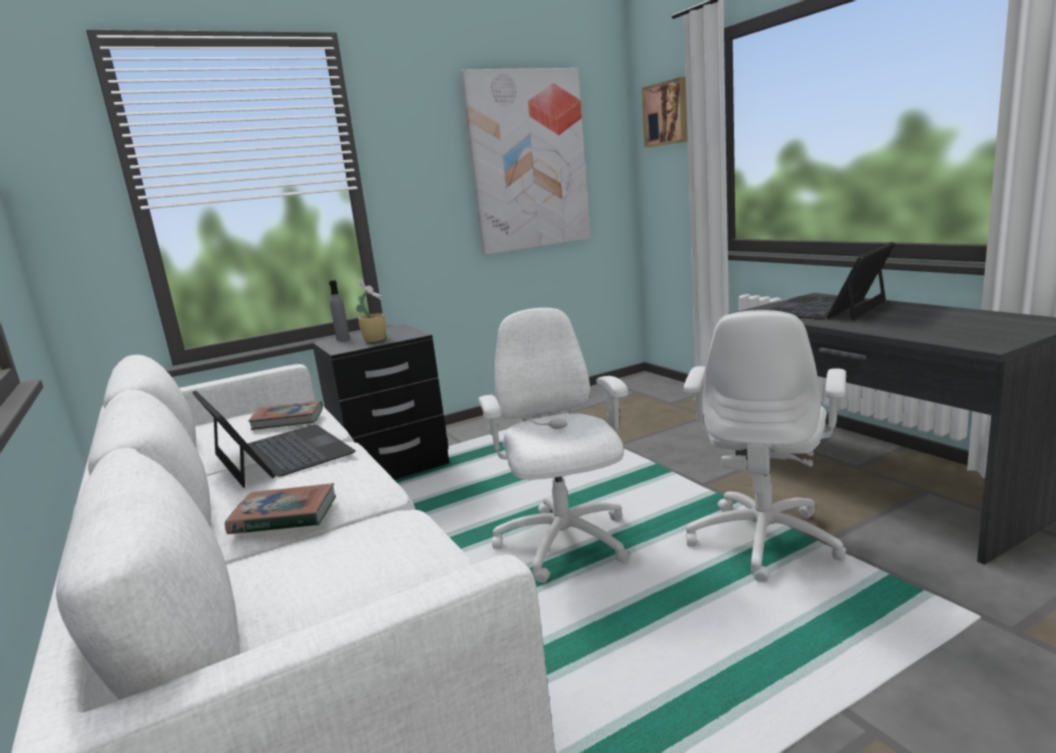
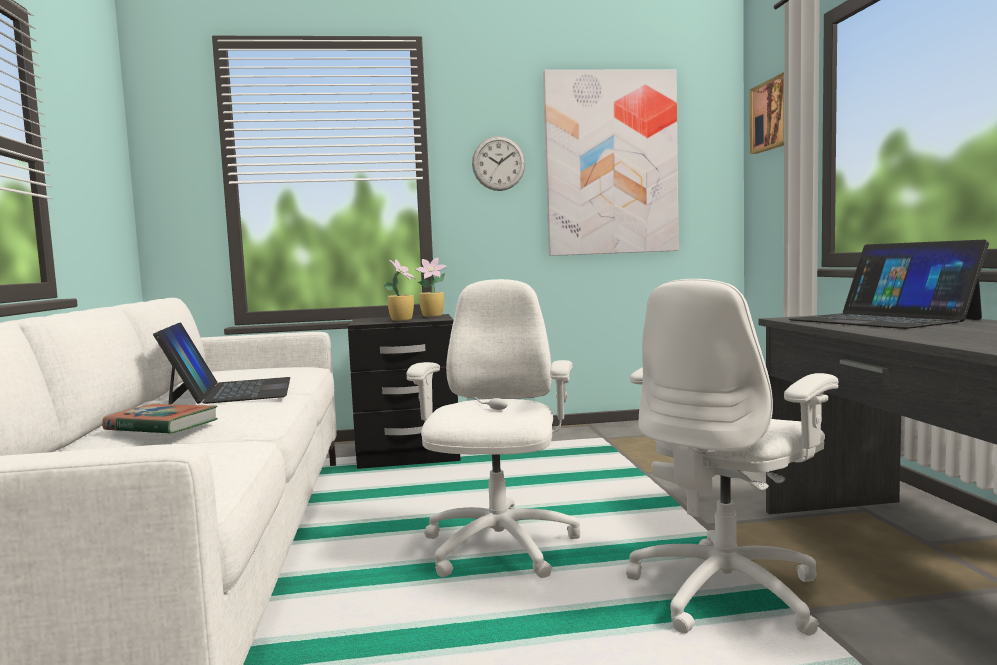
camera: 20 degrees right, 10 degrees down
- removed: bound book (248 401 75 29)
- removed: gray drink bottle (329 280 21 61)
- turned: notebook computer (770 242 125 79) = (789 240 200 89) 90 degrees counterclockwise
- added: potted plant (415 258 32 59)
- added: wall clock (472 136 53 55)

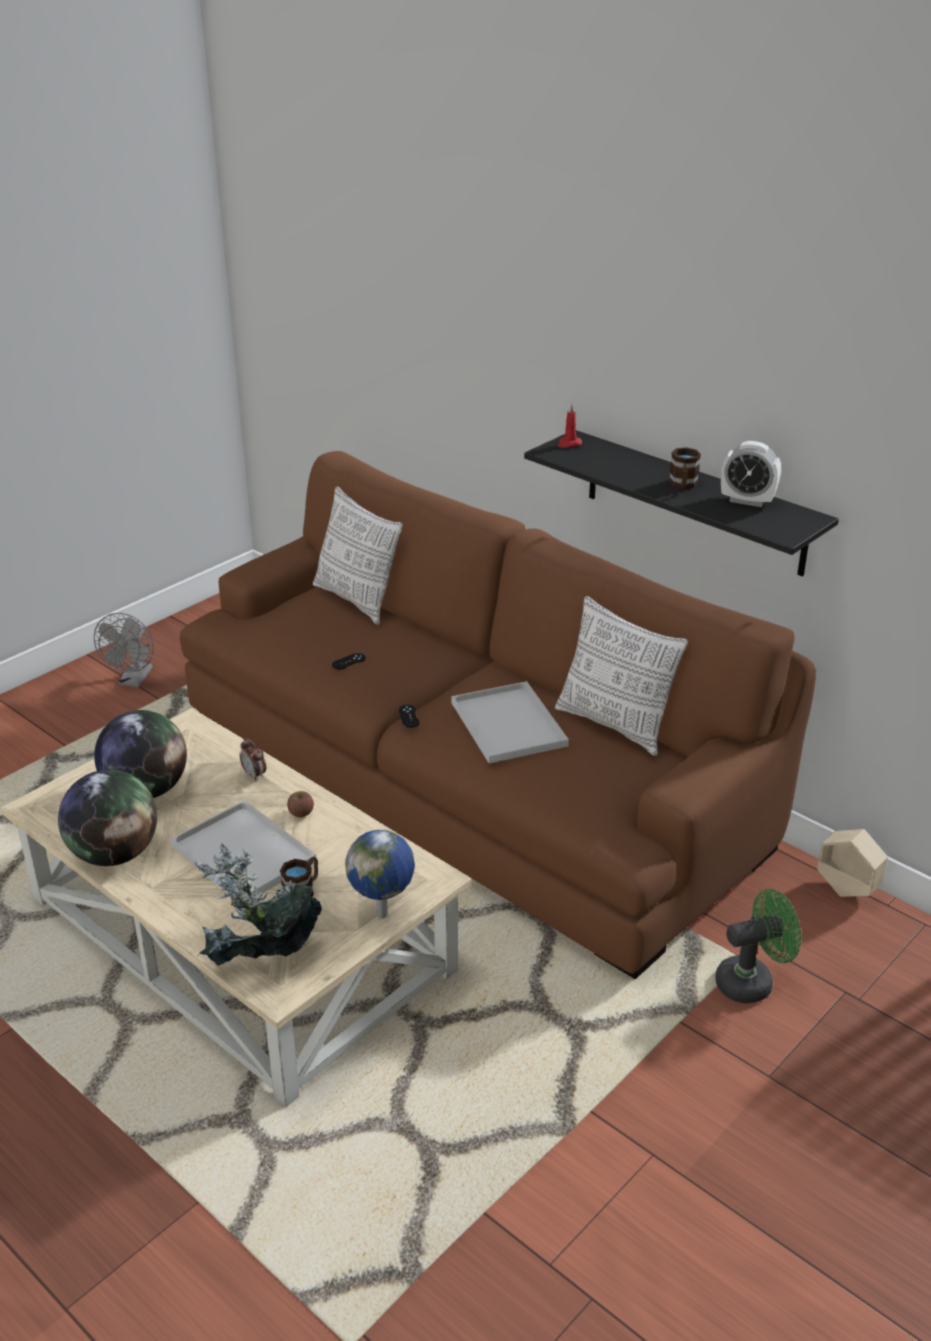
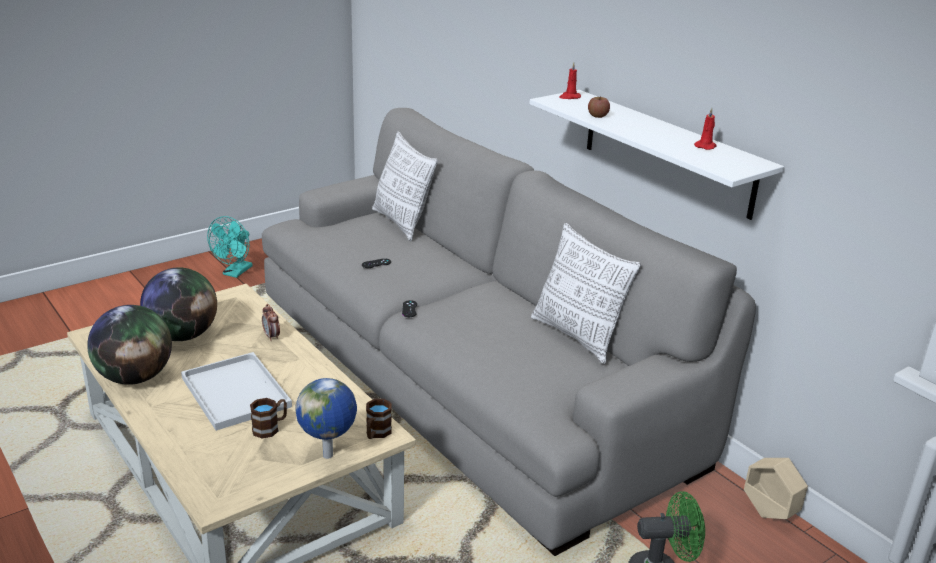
camera: 10 degrees right, 5 degrees down
- recoloured: gray electric fan (94 613 60 74) to blue-green electric fan (207 216 46 62)
- recoloured: brown settee (180 451 636 528) to gray settee (262 108 494 448)
- removed: potted plant (195 844 127 122)
- moved: whole apple (287 791 27 26) to (588 96 22 22)
- removed: whitish carrying tray (451 681 118 82)
- recoloured: black-coloured bracket shelf (524 430 315 147) to whitish bracket shelf (530 90 254 130)
- moved: brown mug (669 447 32 42) to (366 399 26 40)
- replaced: bedside clock (721 441 60 66) to red-coloured candle (694 108 22 42)

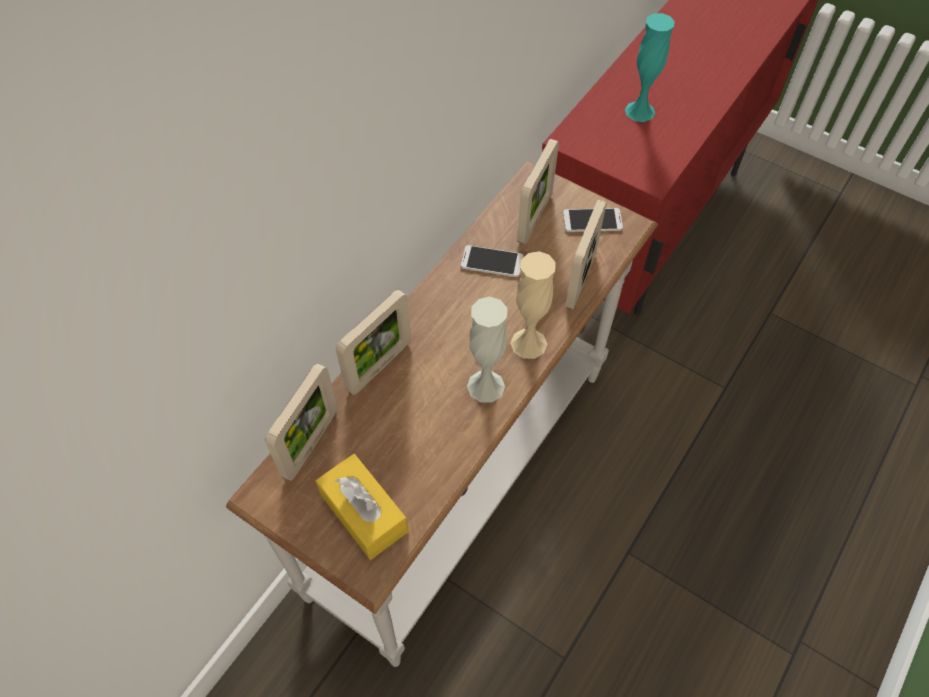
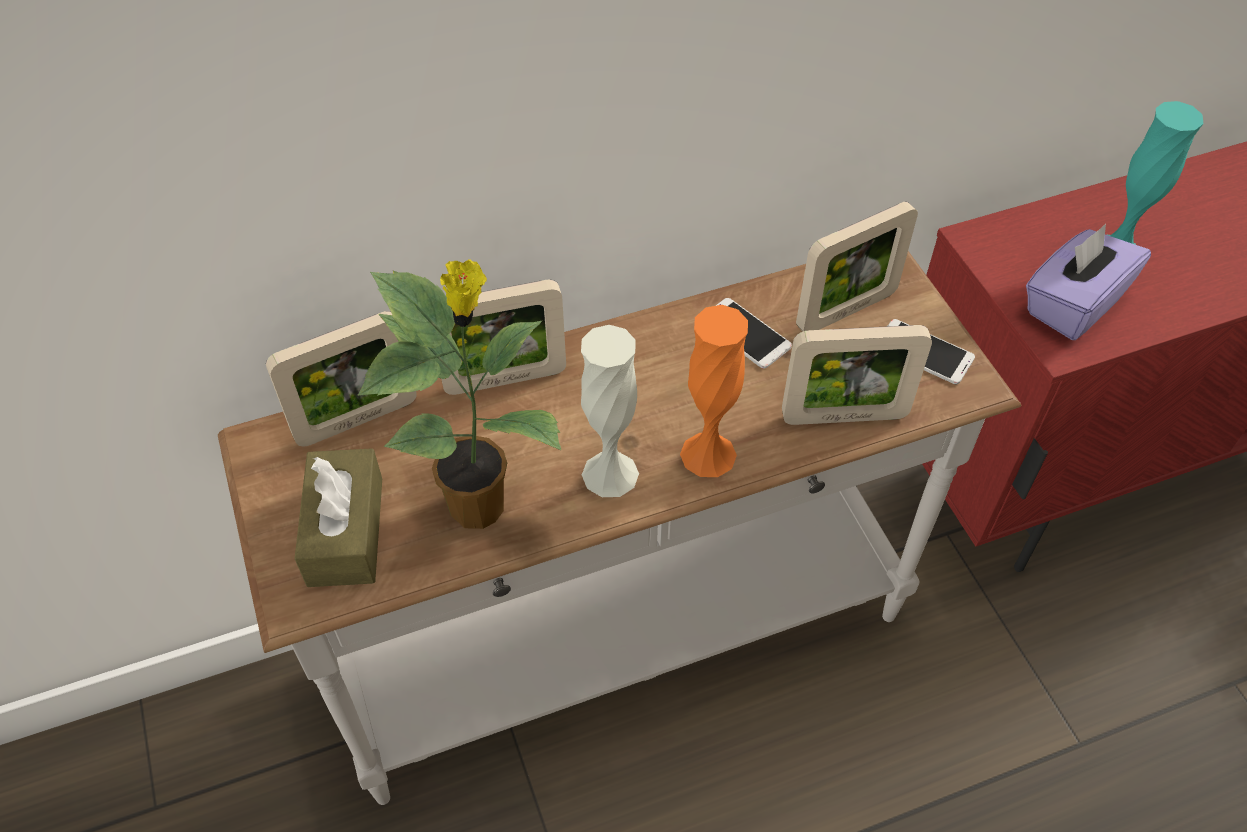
camera: 35 degrees right, 5 degrees down
- recoloured: yellow box of tissues (316 454 92 106) to brown box of tissues (294 448 88 139)
- recoloured: beige-coloured decorative vase (510 251 46 108) to orangey decorative vase (680 305 68 172)
- turned: photo frame (565 200 42 110) = (782 325 150 100) 150 degrees counterclockwise
- added: potted plant (357 259 204 270)
- added: purple-coloured box of tissues (1026 224 125 116)

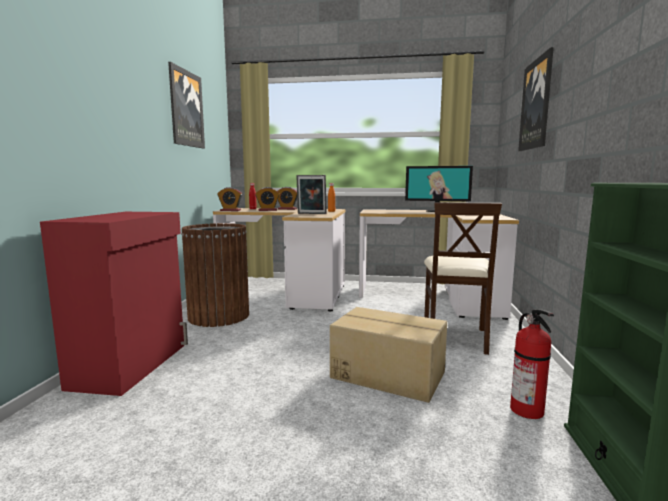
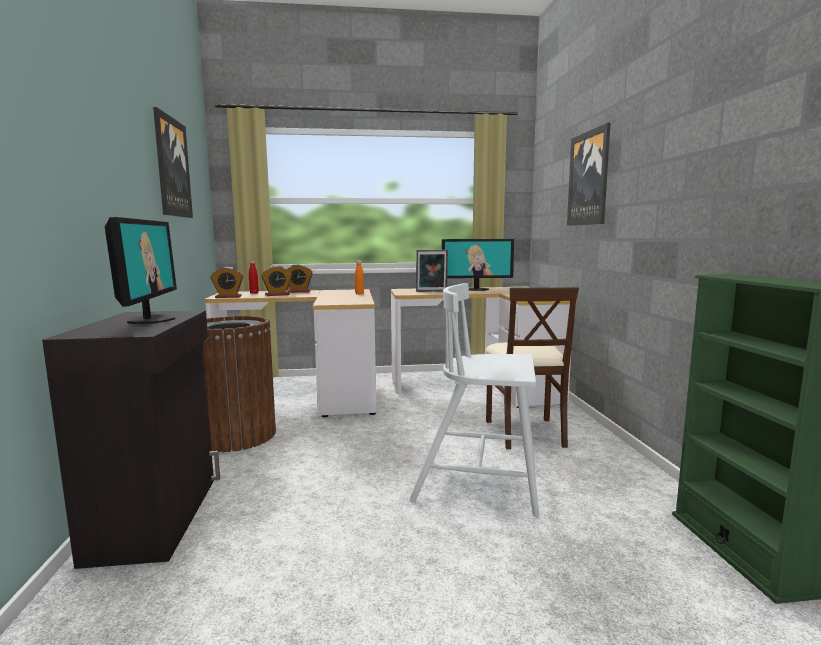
camera: 15 degrees left, 0 degrees up
- recoloured: red-coloured storage cabinet (40 212 148 184) to black-coloured storage cabinet (42 310 178 259)
- moved: photo frame (296 175 30 39) to (416 250 32 42)
- replaced: carton (330 307 117 96) to whitish chair (409 283 130 234)
- removed: extinguisher (510 309 44 110)
- added: computer display (105 217 72 107)

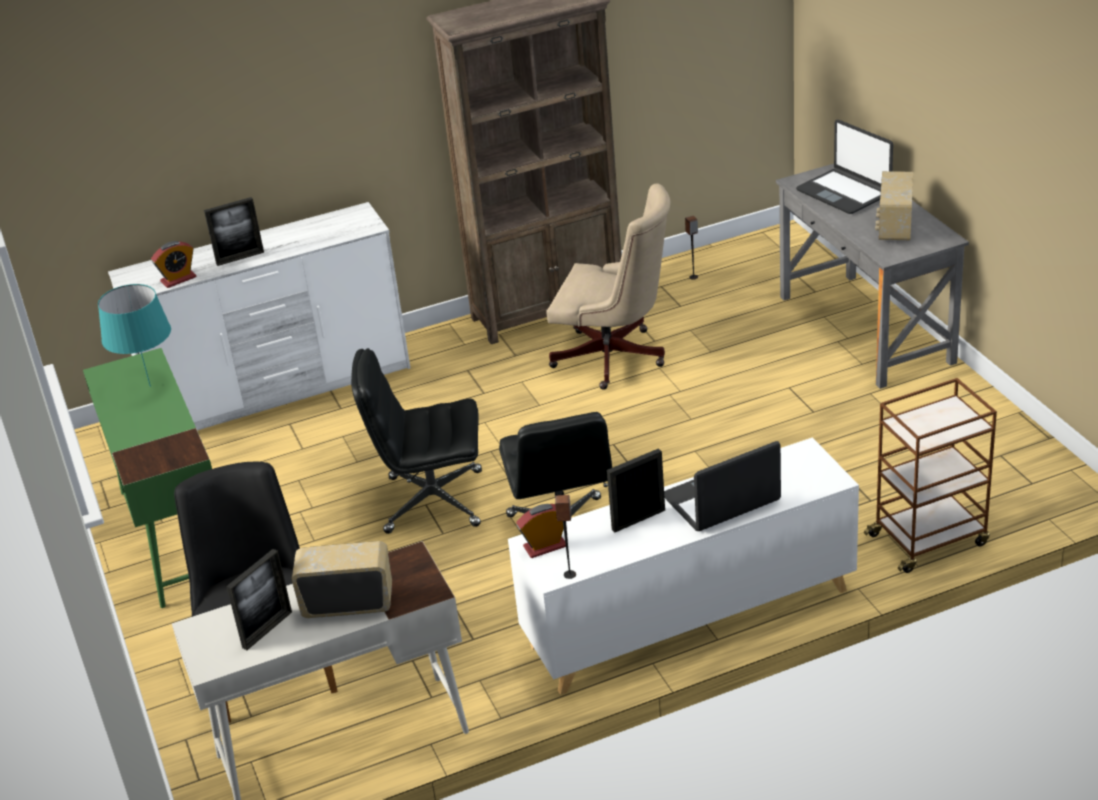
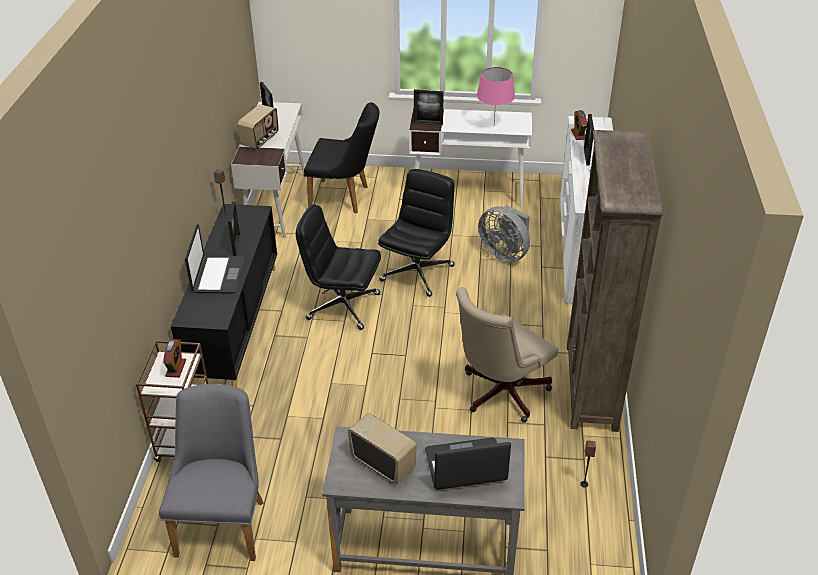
camera: 115 degrees right, 5 degrees up
- recoloured: green desk (83 348 129 260) to whitish desk (409 108 123 99)
- recoloured: blue-green lamp for a table (98 284 73 103) to pinkish lamp for a table (477 67 38 56)
- recoloured: whitish storage cabinet (508 438 351 257) to black-coloured storage cabinet (171 204 106 183)
- moved: bedside clock (516 504 50 54) to (163 339 23 39)
- added: gray chair (159 384 105 177)
- added: photo frame (414 89 30 36)
- added: gray electric fan (478 205 52 57)

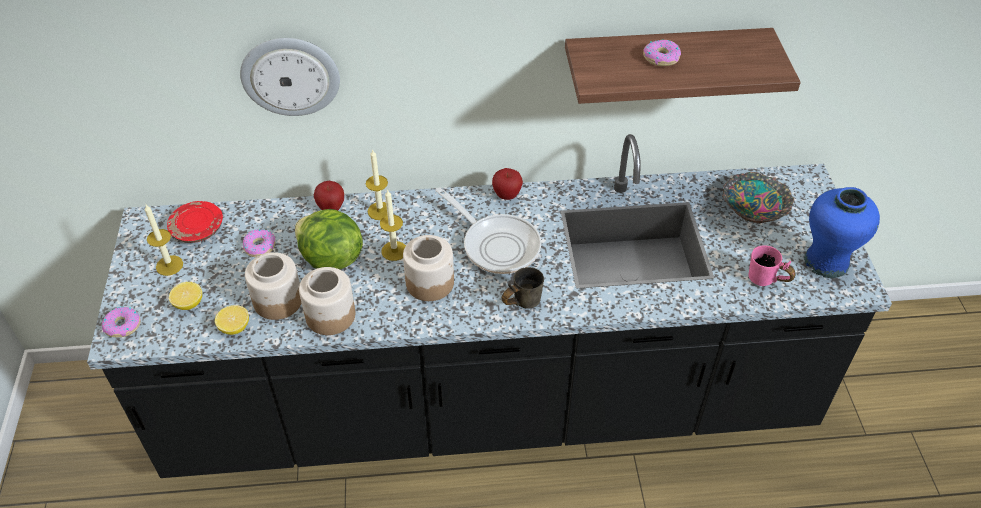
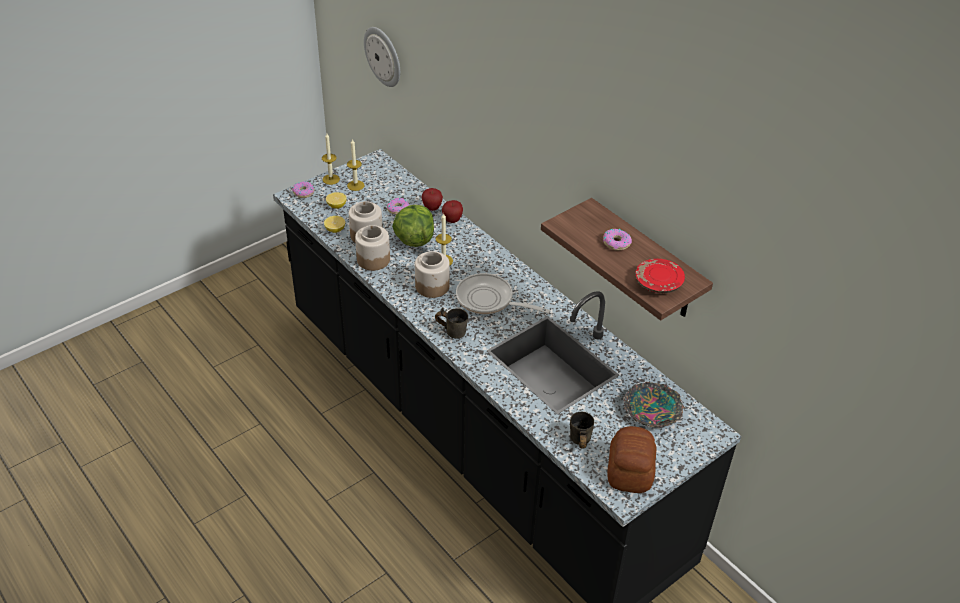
camera: 55 degrees right, 5 degrees down
- moved: red-coloured flat dish (167 201 56 42) to (635 259 50 34)
- moved: wall clock (240 38 100 78) to (364 27 36 60)
- moved: candle (366 149 22 71) to (322 133 18 52)
- turned: skillet (436 187 105 87) = (456 273 94 41) 105 degrees clockwise
- moved: whole apple (492 168 31 32) to (422 188 21 23)
- recoloured: pinkish mug (749 245 47 41) to gray mug (570 412 24 37)
- replaced: blue decorative vase (804 187 76 91) to baked bread (607 426 49 67)

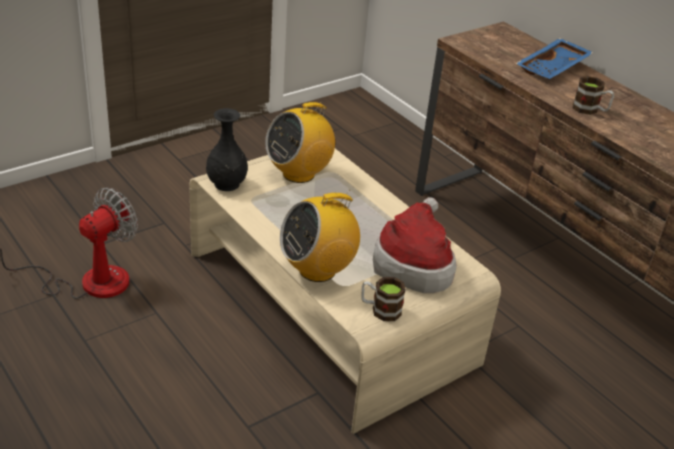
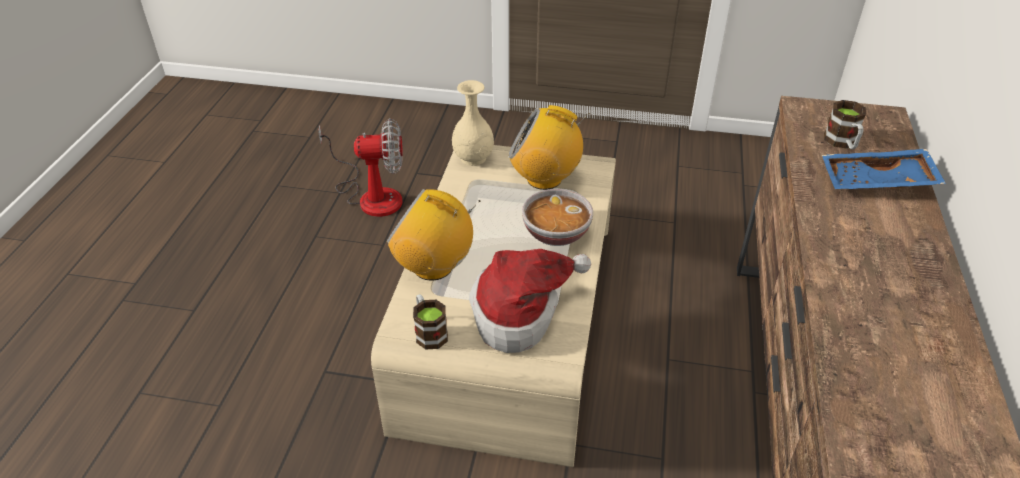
camera: 50 degrees right, 5 degrees up
- recoloured: black-coloured decorative vase (206 108 42 83) to beige-coloured decorative vase (452 80 42 86)
- moved: mug (573 76 41 39) to (824 100 42 50)
- added: deep dish (522 189 71 57)

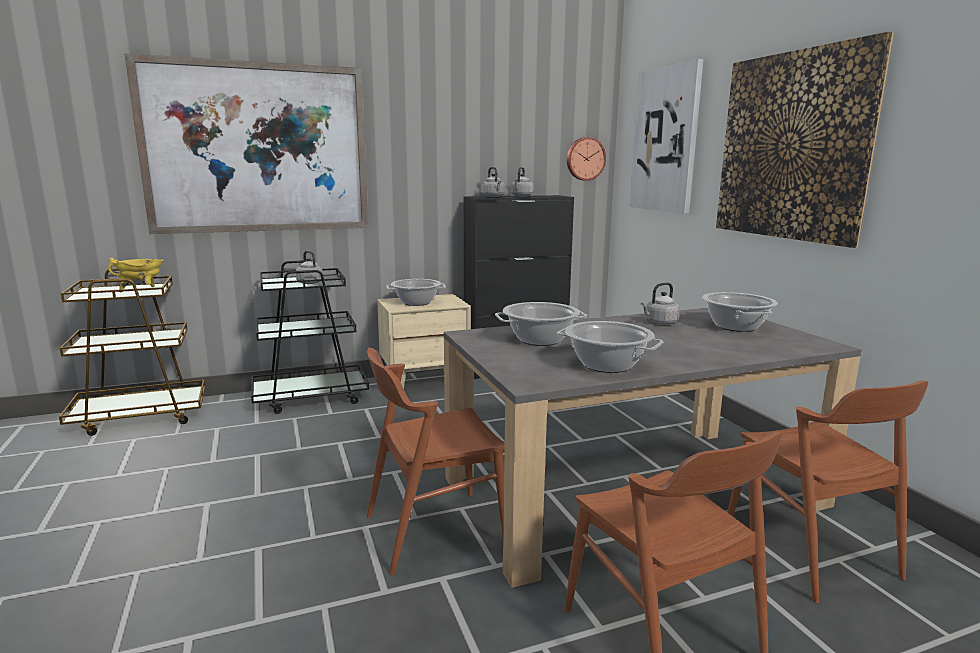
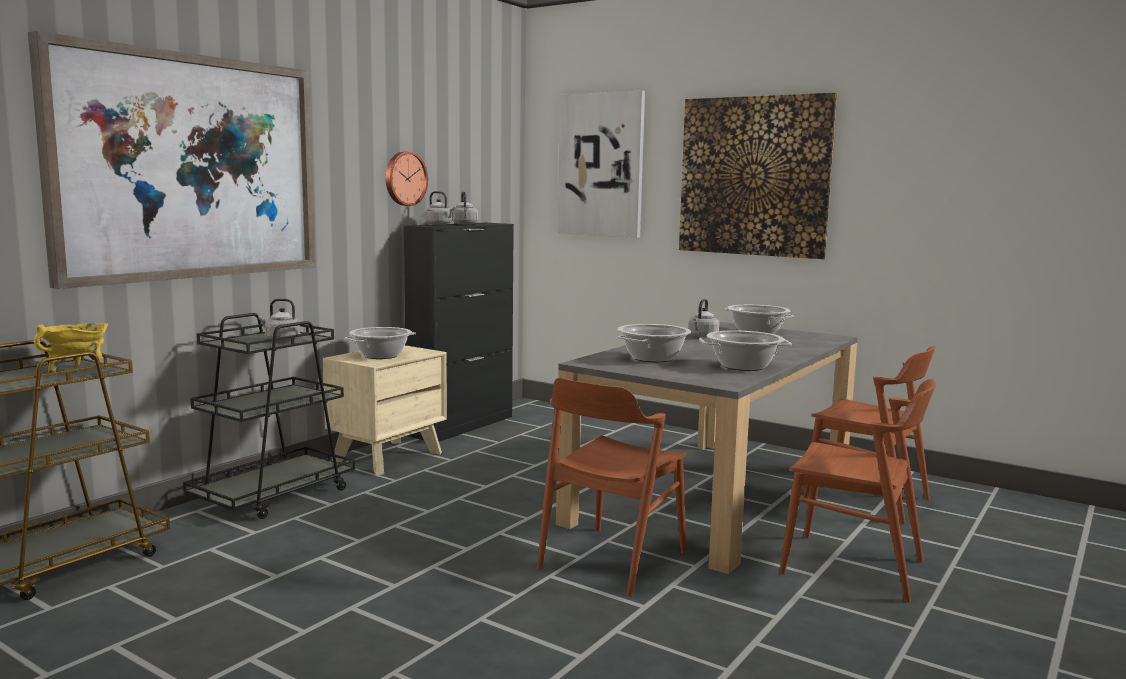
camera: 35 degrees left, 5 degrees down
- moved: wall clock (567 137 39 44) to (385 152 43 54)

